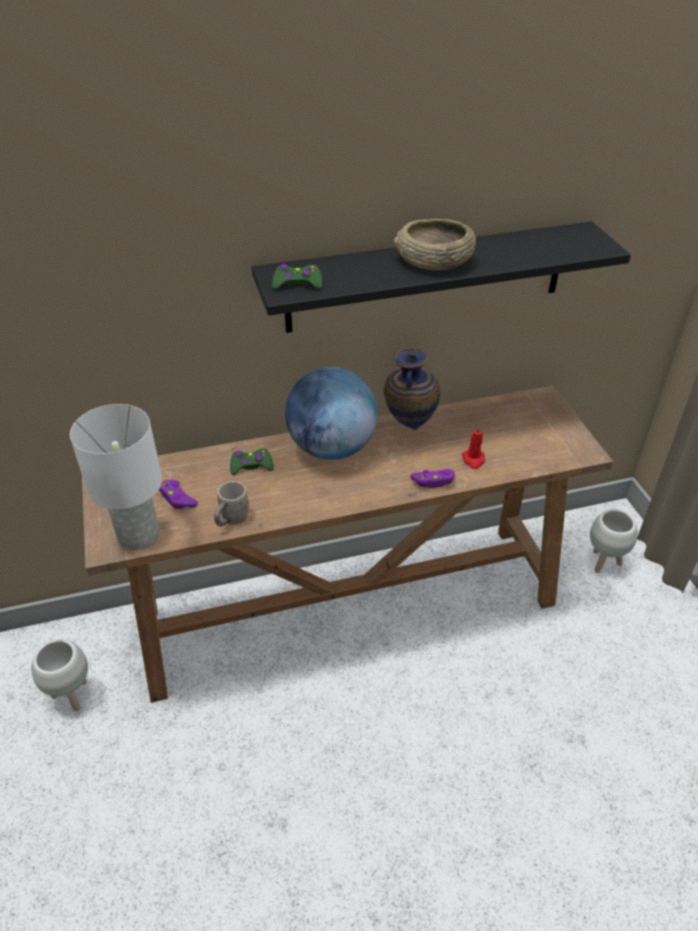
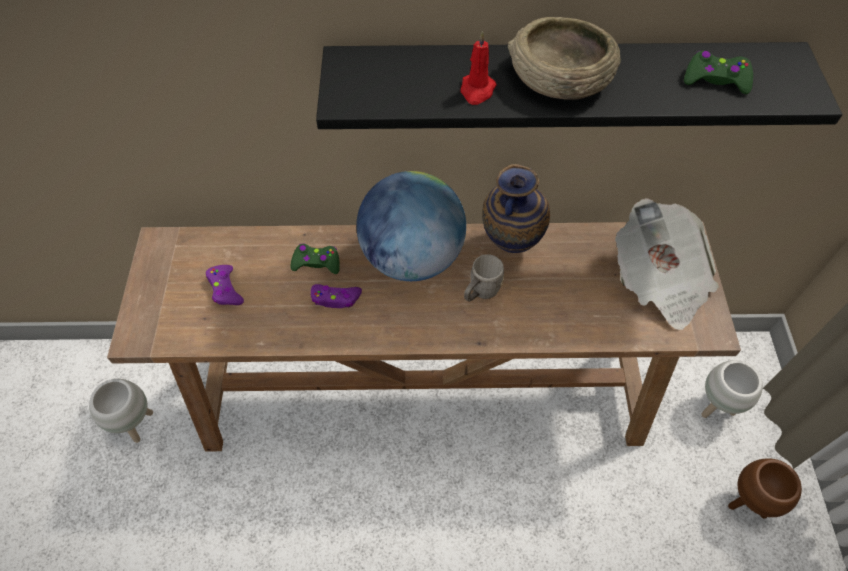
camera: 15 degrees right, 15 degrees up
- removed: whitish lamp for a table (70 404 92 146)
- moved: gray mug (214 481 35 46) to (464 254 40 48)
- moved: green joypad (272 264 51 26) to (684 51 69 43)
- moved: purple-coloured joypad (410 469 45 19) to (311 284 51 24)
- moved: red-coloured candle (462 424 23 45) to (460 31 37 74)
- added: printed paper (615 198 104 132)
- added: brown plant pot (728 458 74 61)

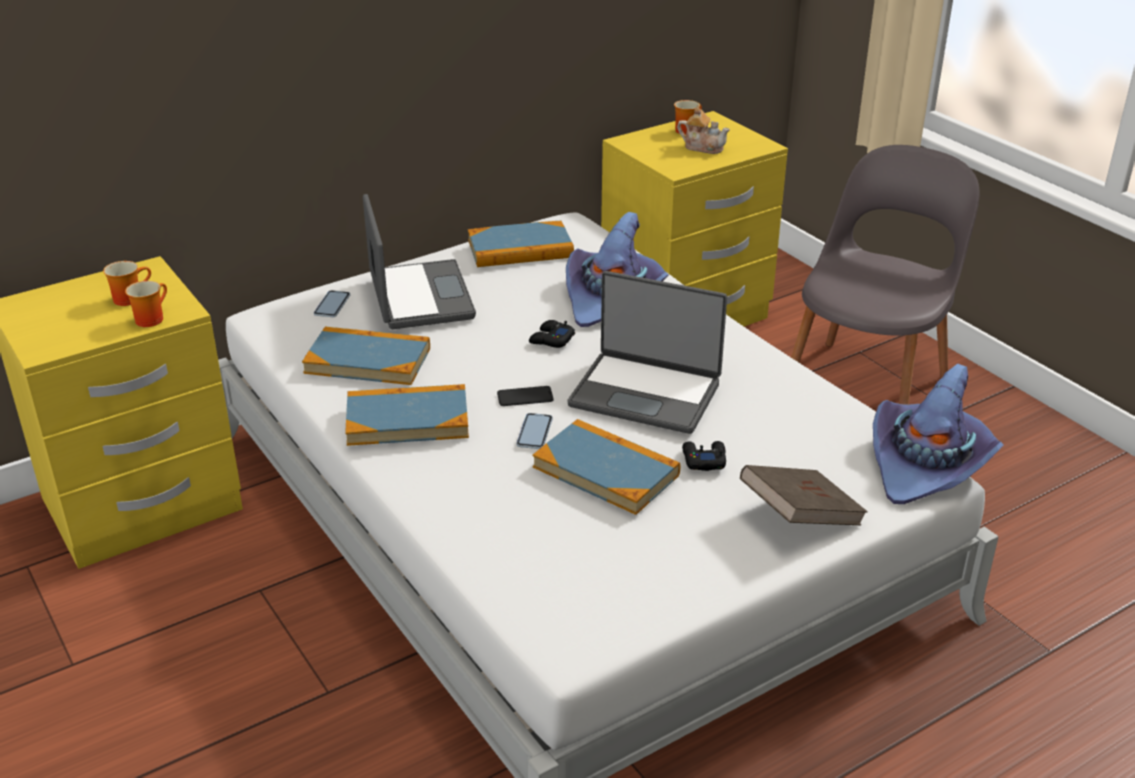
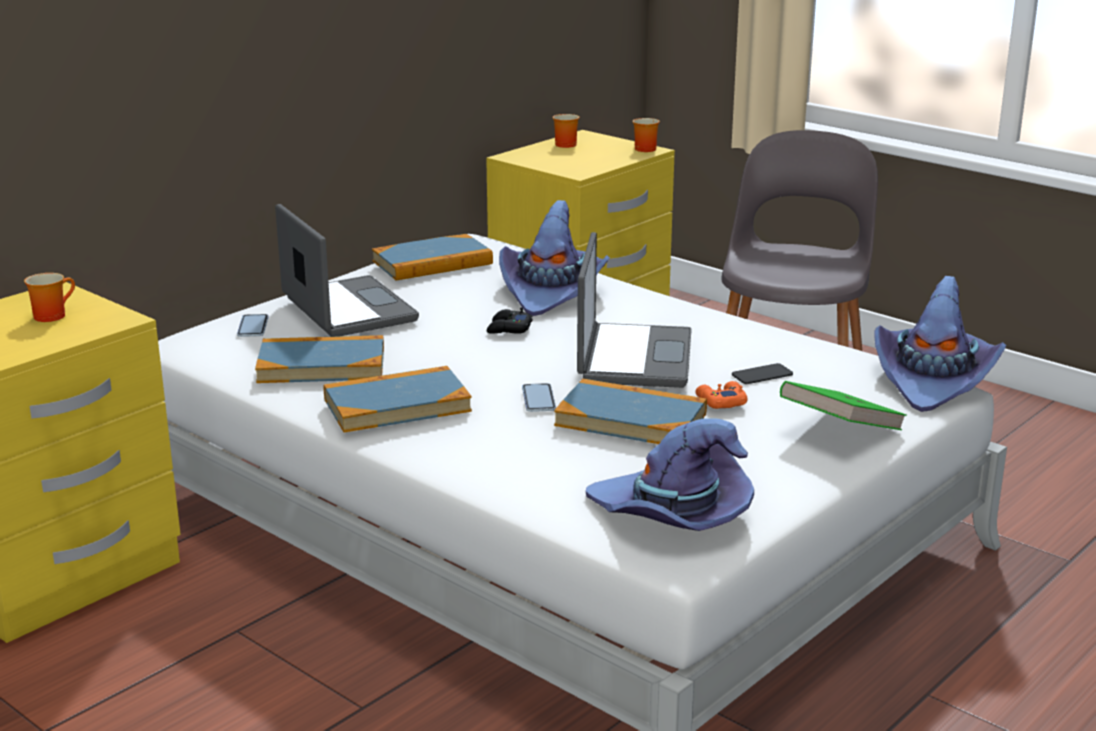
camera: 15 degrees left, 10 degrees down
- moved: mug (125 281 42 46) to (633 118 27 34)
- moved: phone (497 386 56 20) to (732 363 61 21)
- turned: notebook computer (568 271 159 163) = (577 232 115 156) 90 degrees counterclockwise
- removed: pot for tea (677 107 53 47)
- recoloured: black-coloured joypad (682 441 44 30) to orangey joypad (696 381 52 28)
- recoloured: brown bound book (740 465 128 60) to green bound book (780 381 127 49)
- added: purple-coloured wearable hat (586 419 168 112)

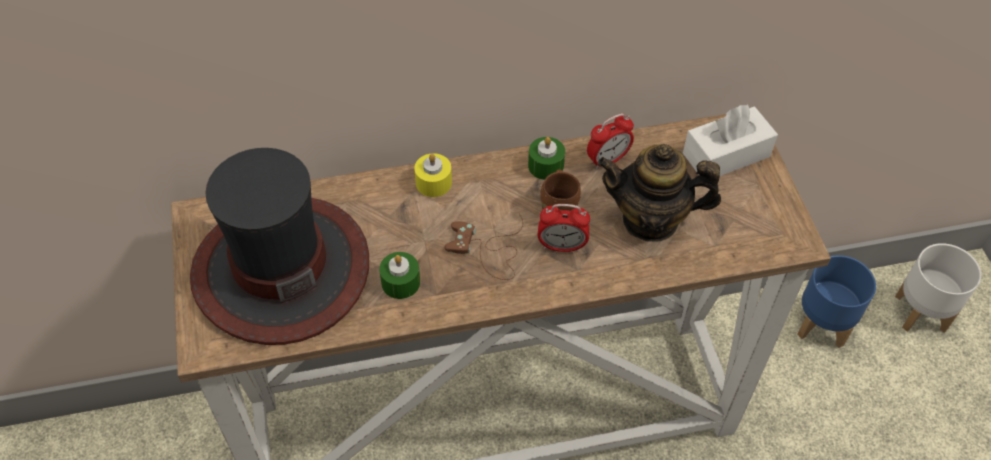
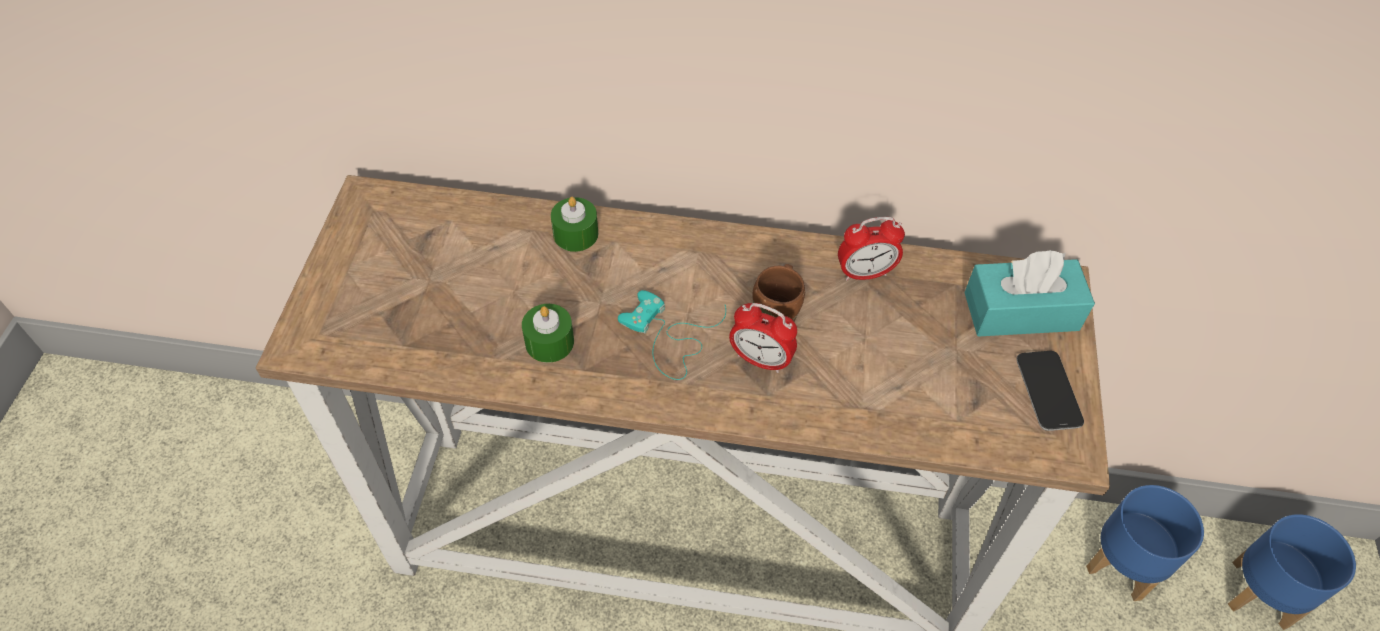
camera: 20 degrees right, 0 degrees up
- removed: wearable hat (190 148 179 197)
- removed: yellow candle (414 153 38 44)
- recoloured: brown joypad (445 214 78 66) to blue-green joypad (618 290 108 90)
- moved: green candle (528 137 37 43) to (551 197 47 55)
- removed: pot for tea (597 144 124 98)
- recoloured: whitish box of tissues (683 105 95 71) to blue-green box of tissues (964 250 131 87)
- recoloured: whitish plant pot (895 243 86 90) to blue plant pot (1228 514 128 116)
- added: phone (1016 351 68 80)

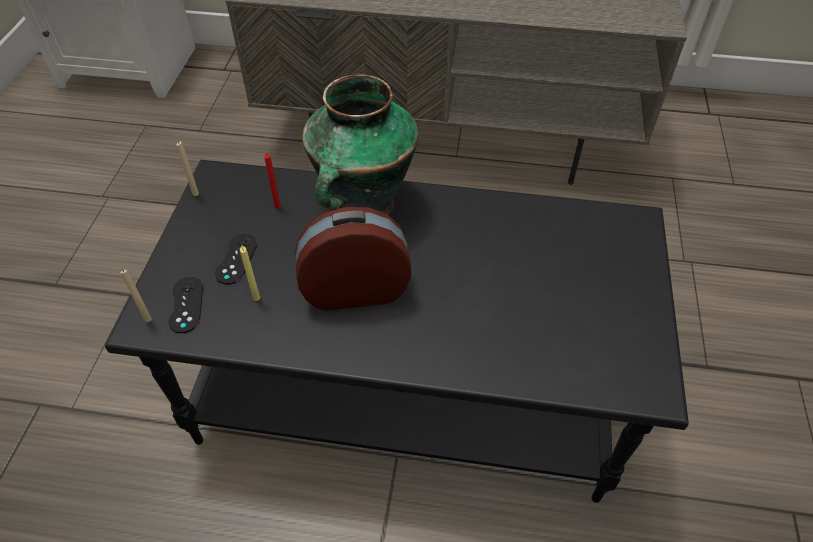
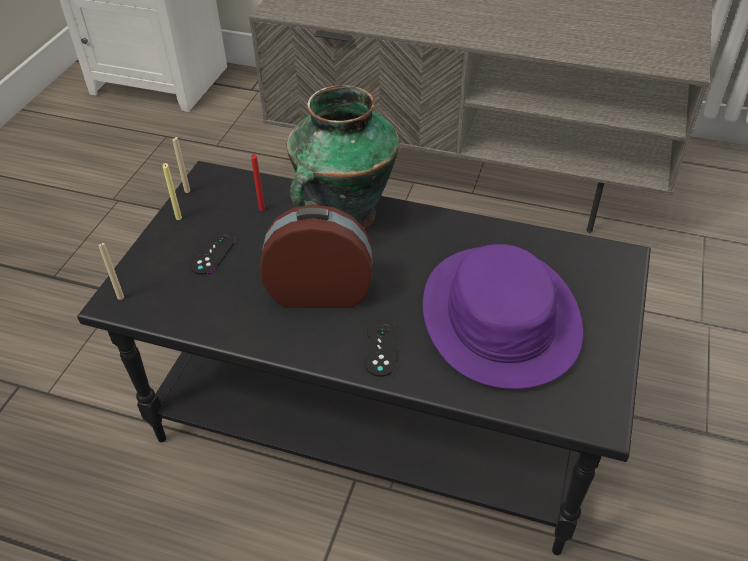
camera: 10 degrees right, 5 degrees down
- moved: black-coloured joypad (168 277 35 56) to (365 320 33 57)
- moved: yellow candle (240 246 20 55) to (163 163 19 57)
- added: purple-coloured wearable hat (423 244 160 145)

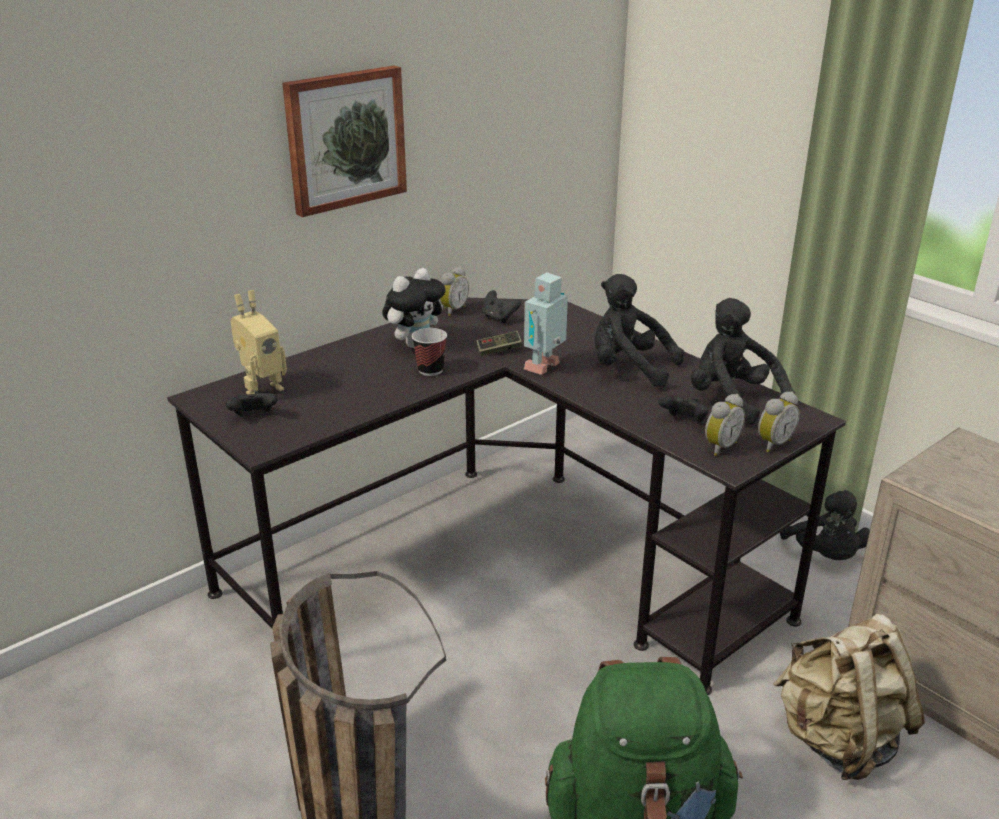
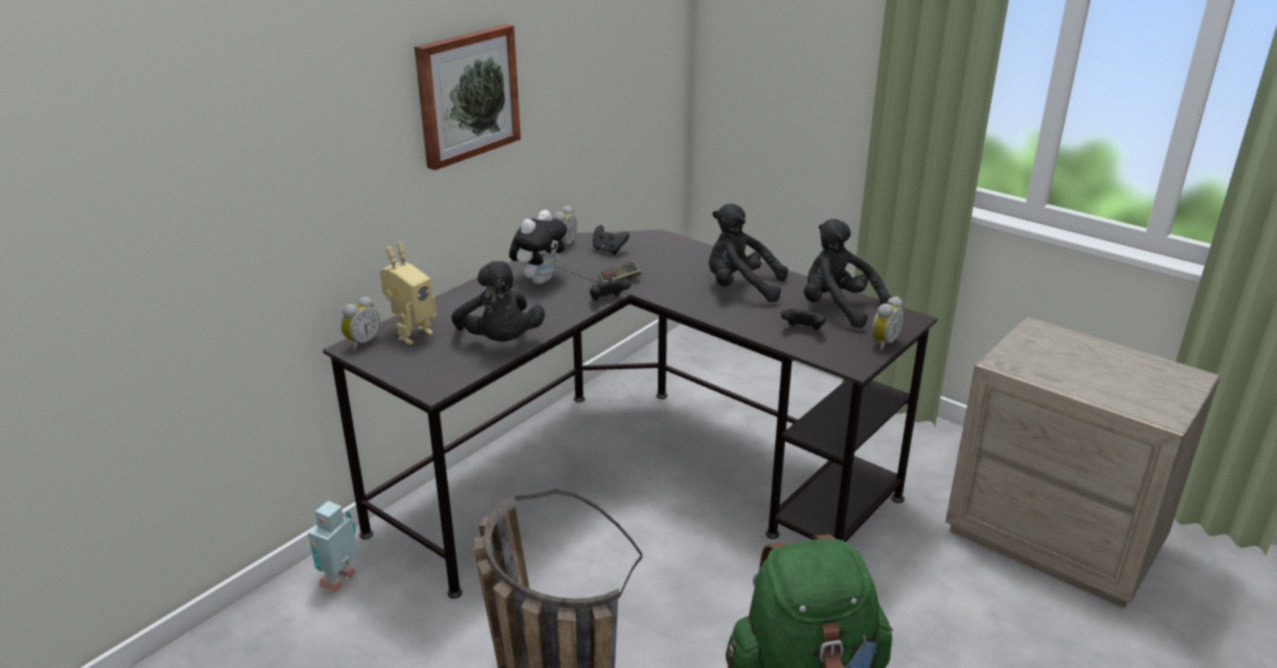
camera: 10 degrees left, 0 degrees up
- moved: black-coloured joypad (226 391 52 24) to (590 279 41 22)
- removed: drinking cup (412 328 35 48)
- moved: toy robot (524 272 44 103) to (308 501 50 91)
- moved: bedside clock (705 394 40 62) to (341 296 39 55)
- removed: beige-coloured backpack (773 614 152 166)
- moved: black-coloured plush toy (780 490 90 70) to (451 261 94 81)

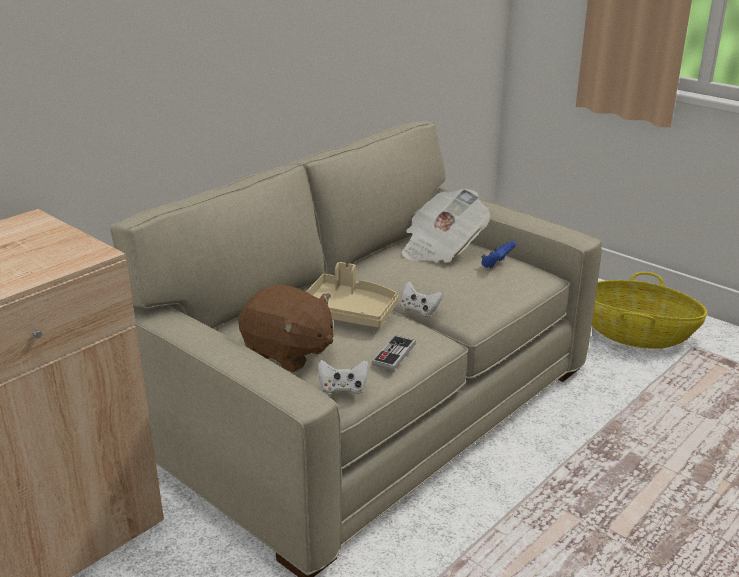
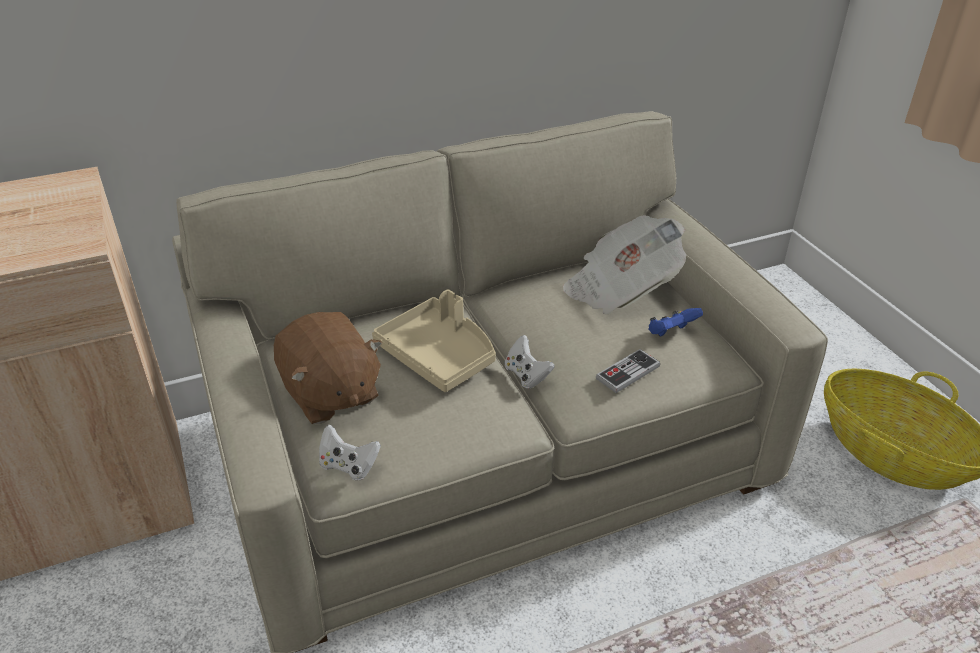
camera: 25 degrees right, 10 degrees up
- moved: joypad (372 335 44 36) to (596 349 64 44)

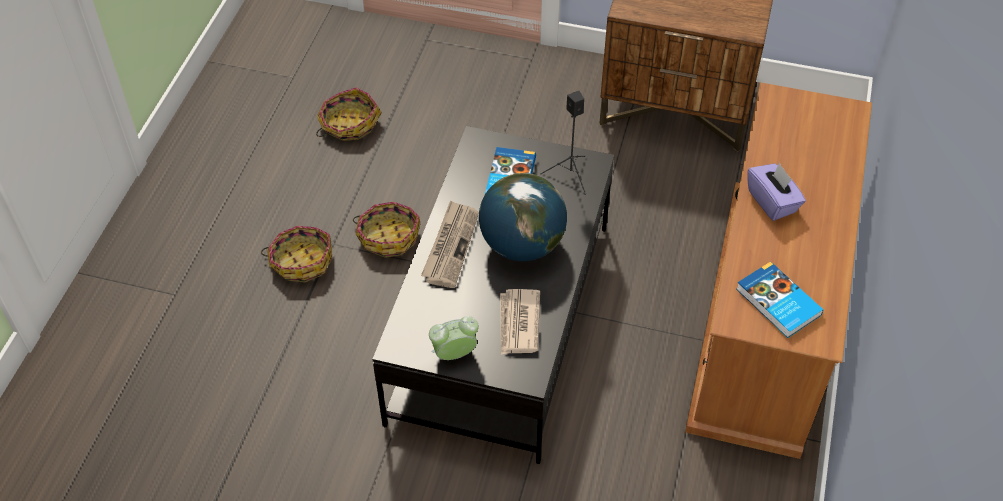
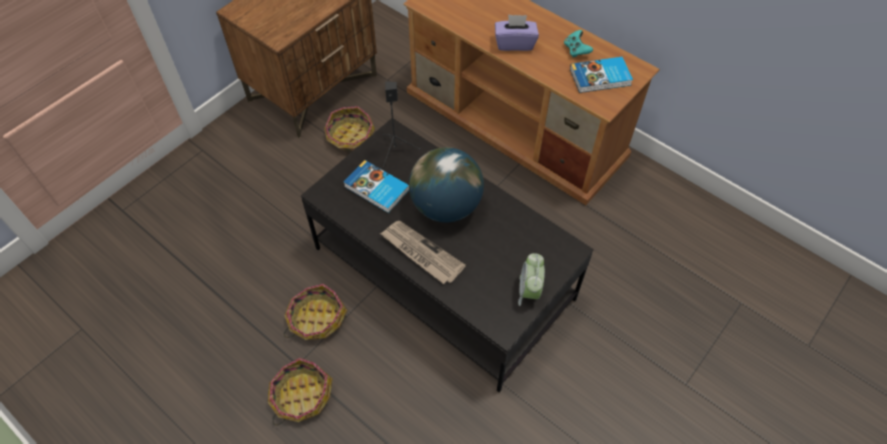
camera: 65 degrees left, 5 degrees up
- moved: household basket (316 87 66 54) to (324 106 51 47)
- removed: printed paper (500 289 40 66)
- added: blue-green joypad (564 30 29 27)

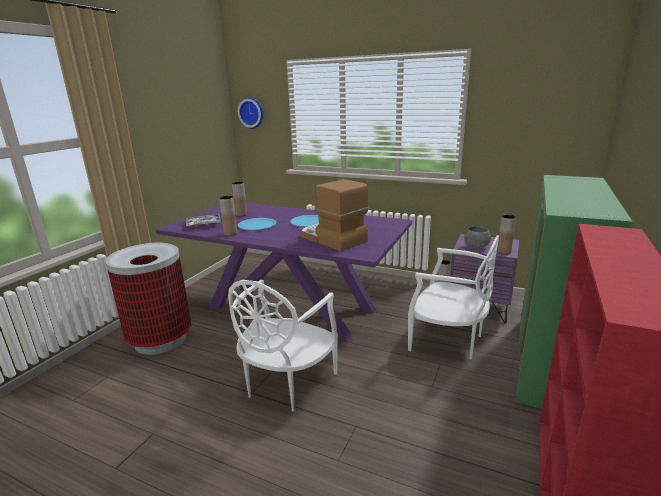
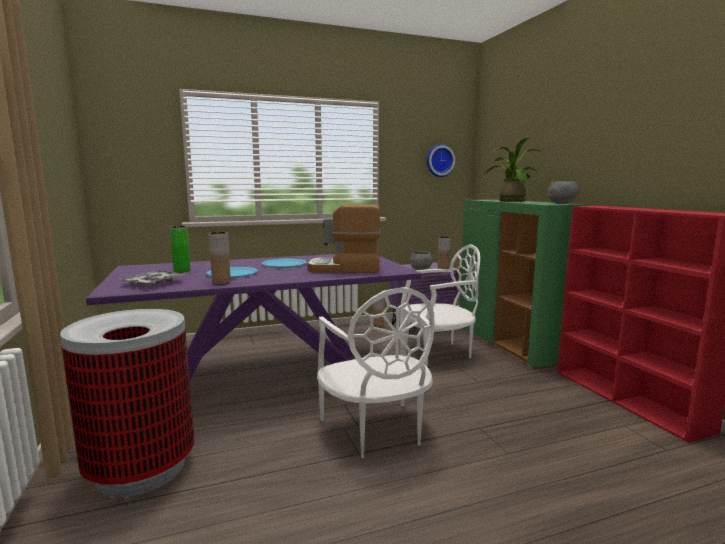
camera: 45 degrees left, 10 degrees down
- recoloured: brown decorative vase (232 182 15 35) to green decorative vase (170 226 20 46)
- moved: wall clock (238 97 26 32) to (426 144 29 33)
- added: potted plant (485 137 57 65)
- added: gray deep dish (548 181 30 23)

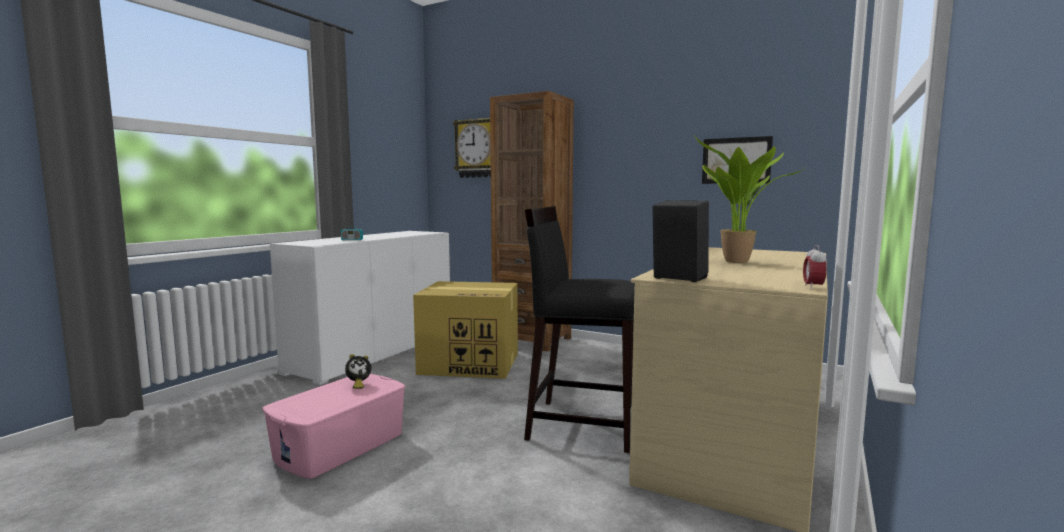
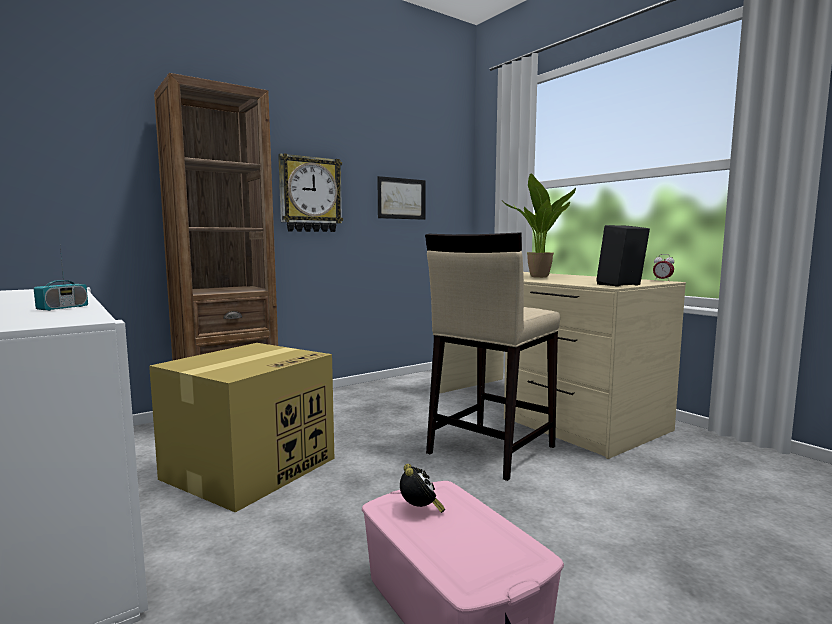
camera: 65 degrees left, 0 degrees up
- moved: wall clock (453 118 38 60) to (278 153 65 79)
- recoloured: black-coloured sitting stool (524 206 111 247) to beige-coloured sitting stool (425 232 135 249)

